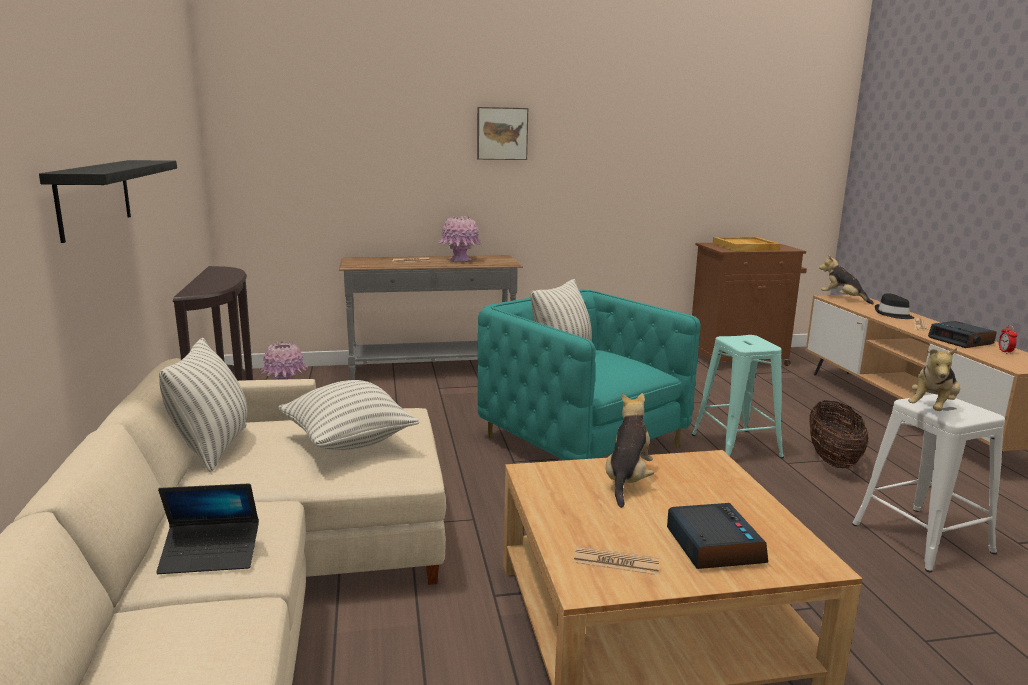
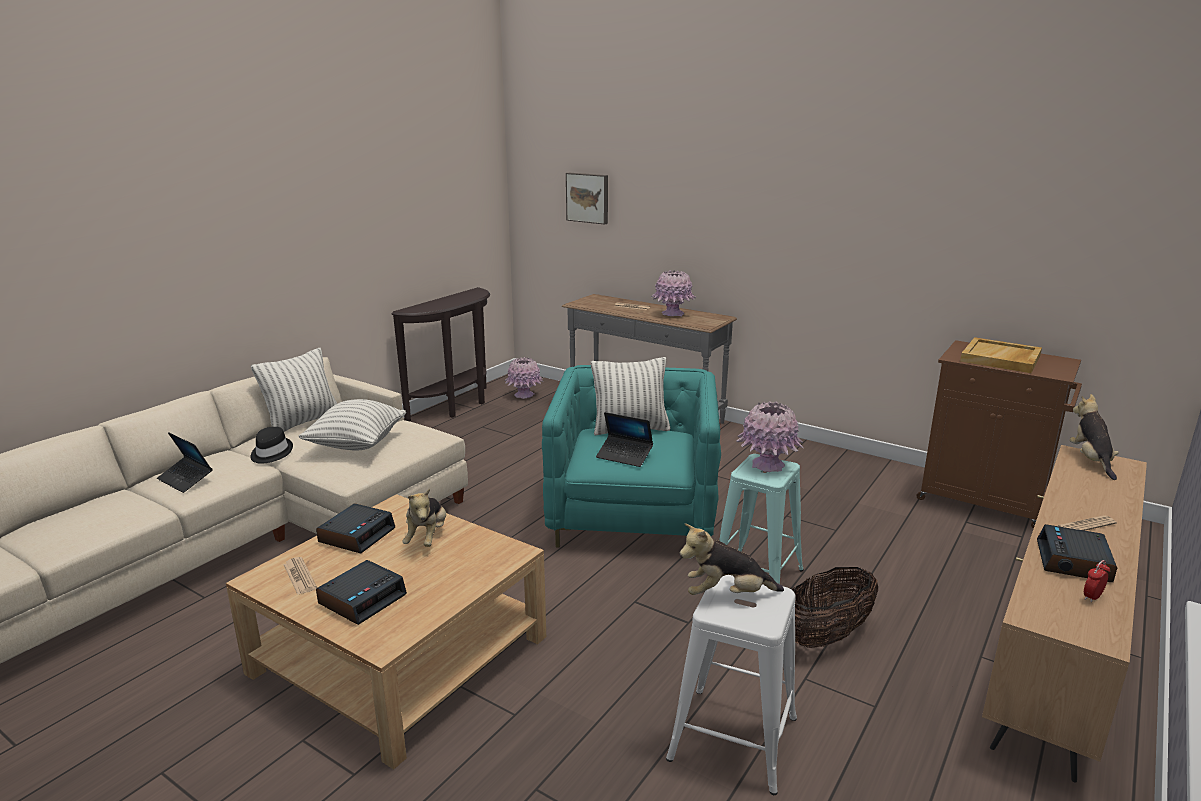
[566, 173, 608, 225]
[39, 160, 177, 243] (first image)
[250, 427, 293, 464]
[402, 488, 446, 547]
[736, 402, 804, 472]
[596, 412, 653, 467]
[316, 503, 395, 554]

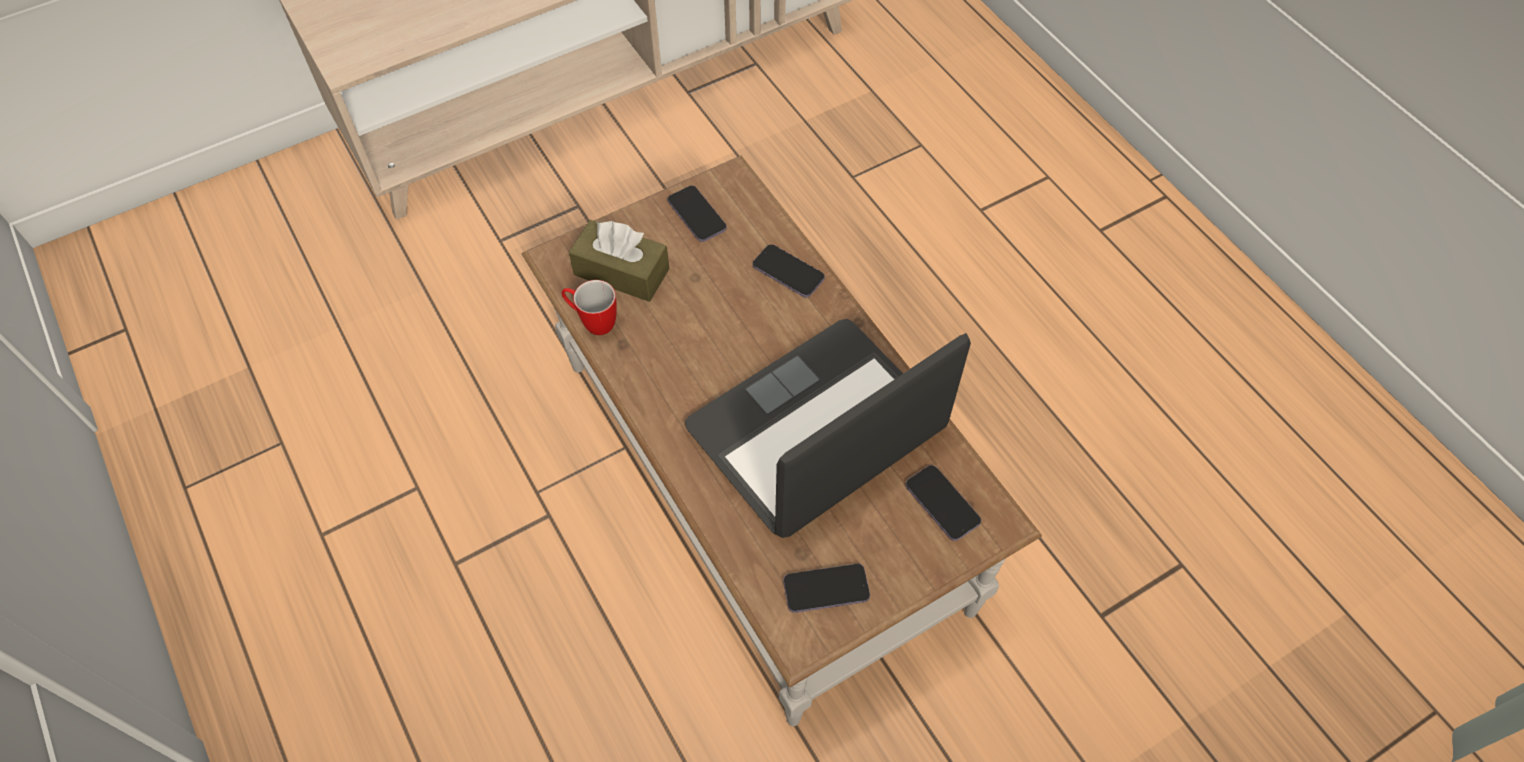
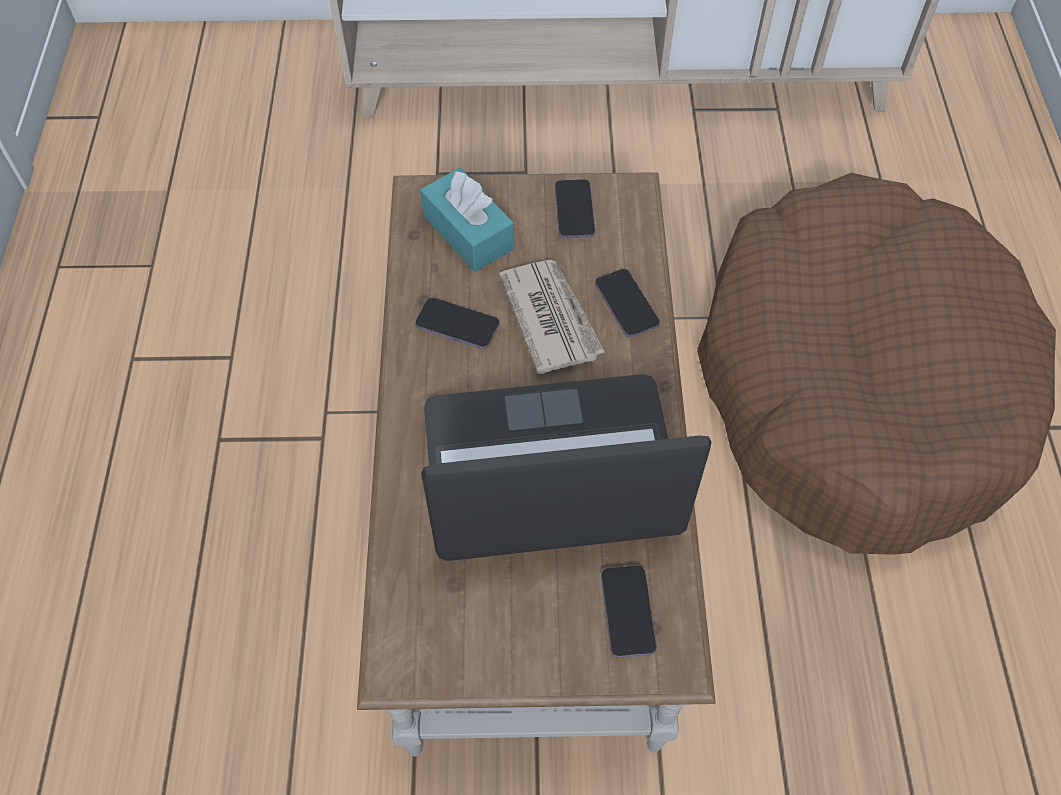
[420, 168, 514, 272]
[562, 280, 617, 335] (first image)
[415, 298, 499, 349]
[697, 173, 1056, 555]
[499, 260, 605, 374]

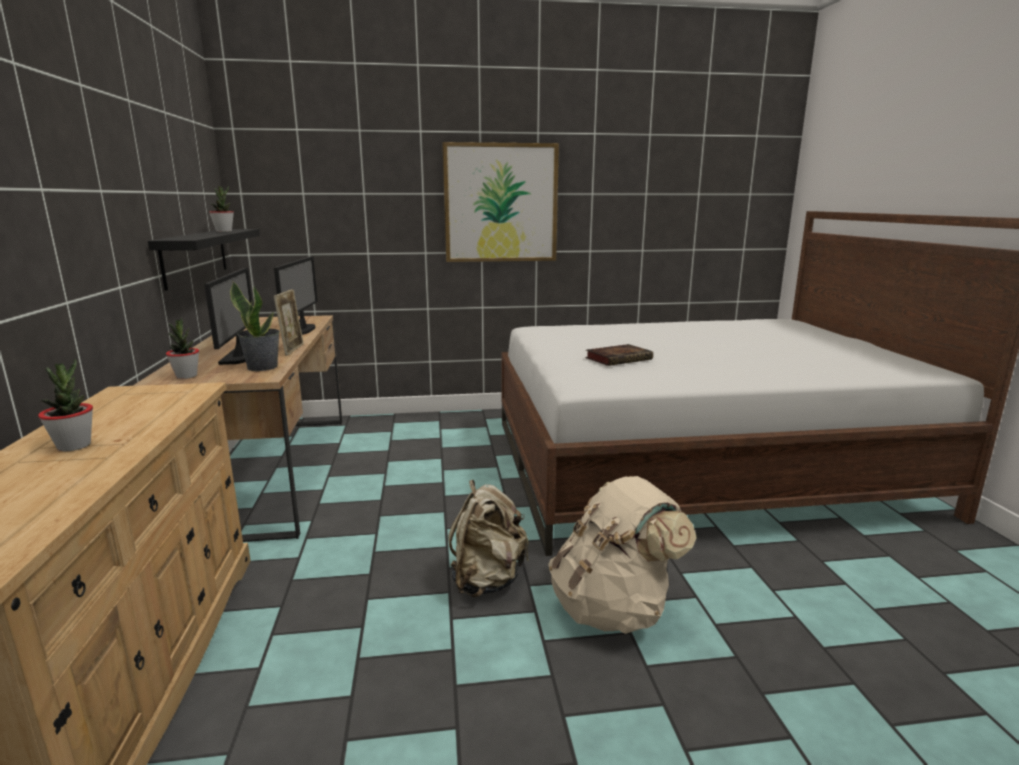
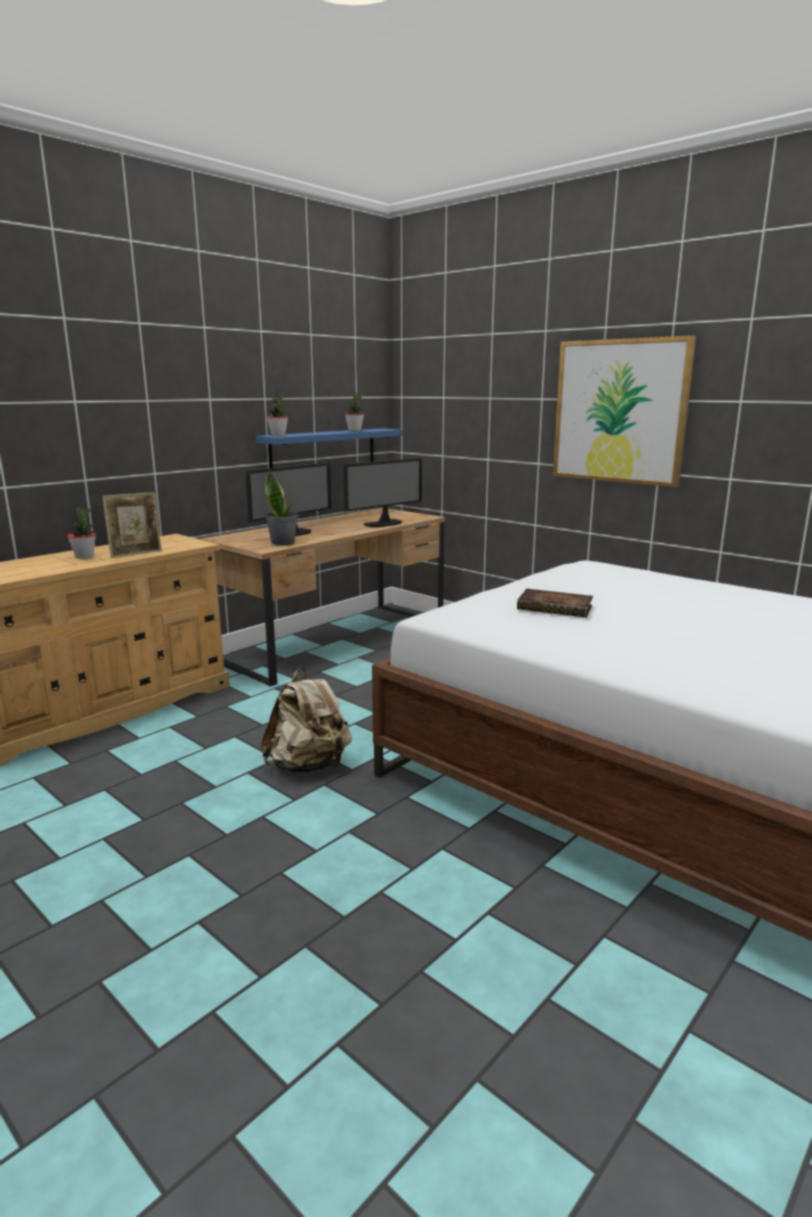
[256, 428, 403, 468]
[103, 492, 162, 558]
[267, 392, 288, 436]
[548, 476, 697, 634] (first image)

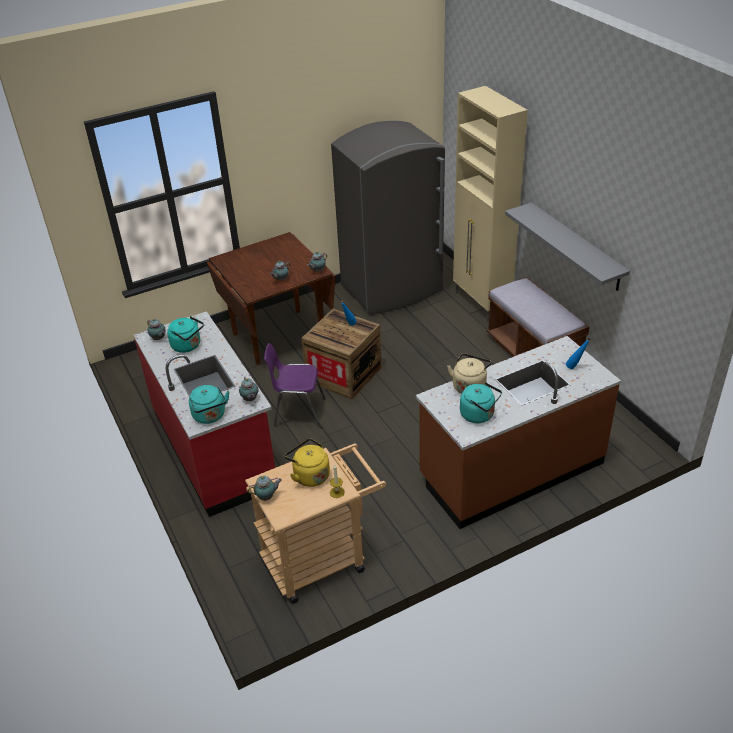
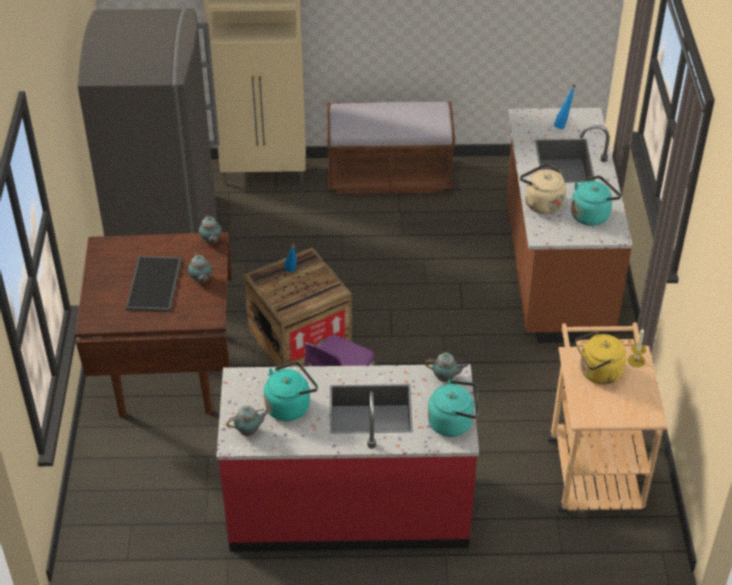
[505, 202, 630, 291] (first image)
[247, 476, 282, 501] (first image)
[126, 256, 182, 312]

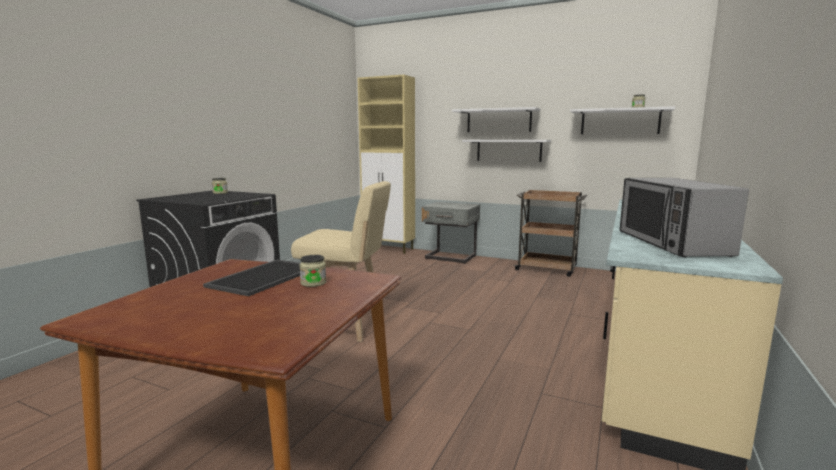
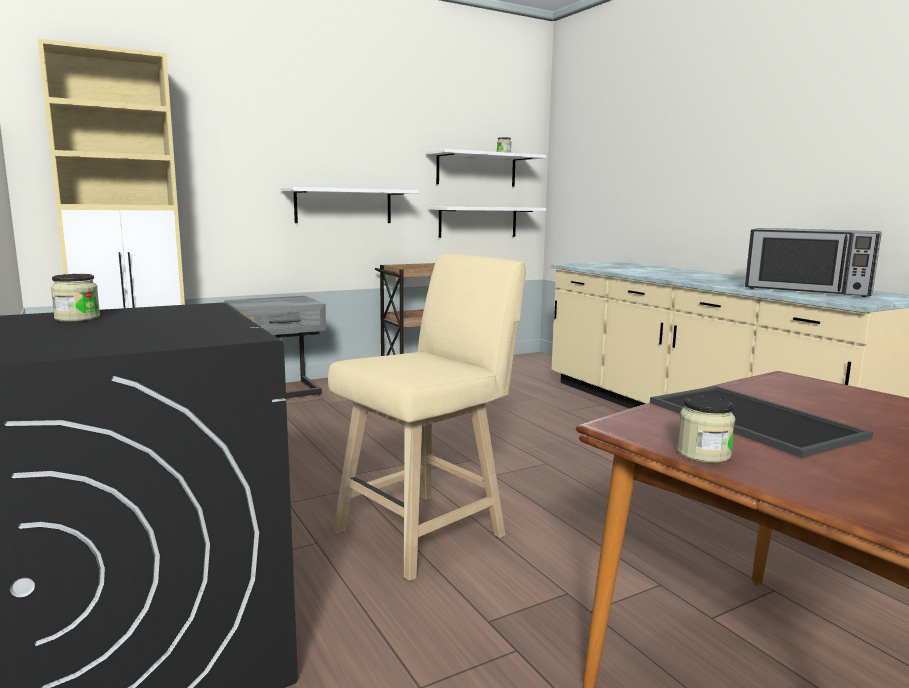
[429, 206, 546, 238]
[677, 395, 736, 463]

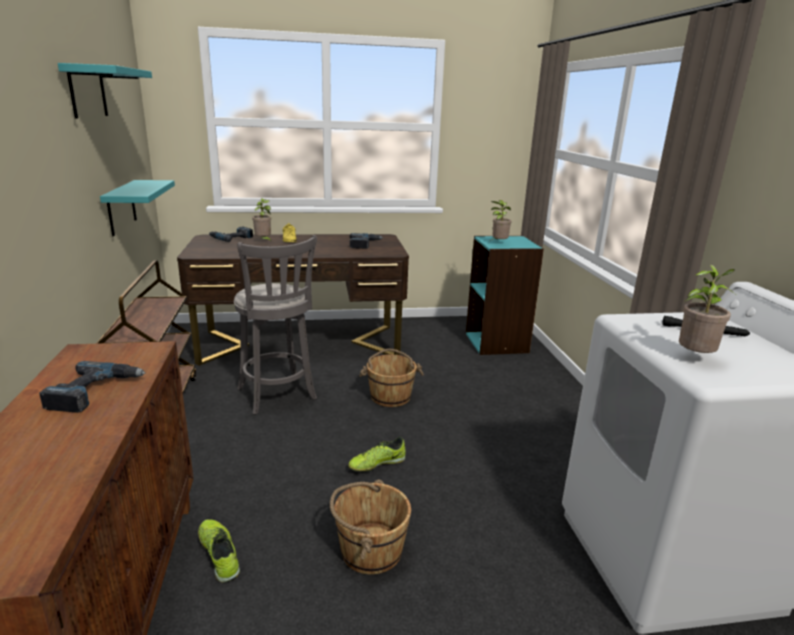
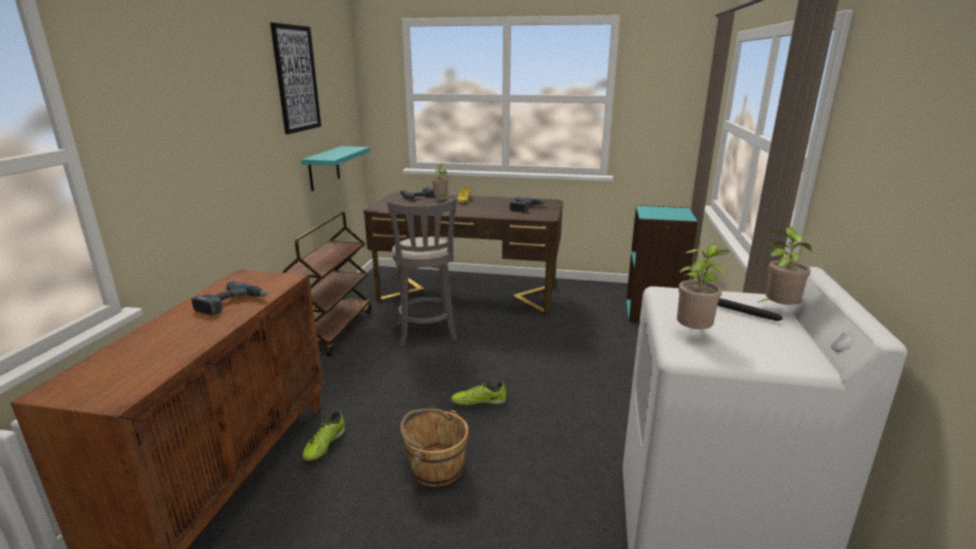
[270, 23, 321, 134]
[759, 227, 812, 305]
[359, 349, 424, 407] (first image)
[302, 411, 345, 461]

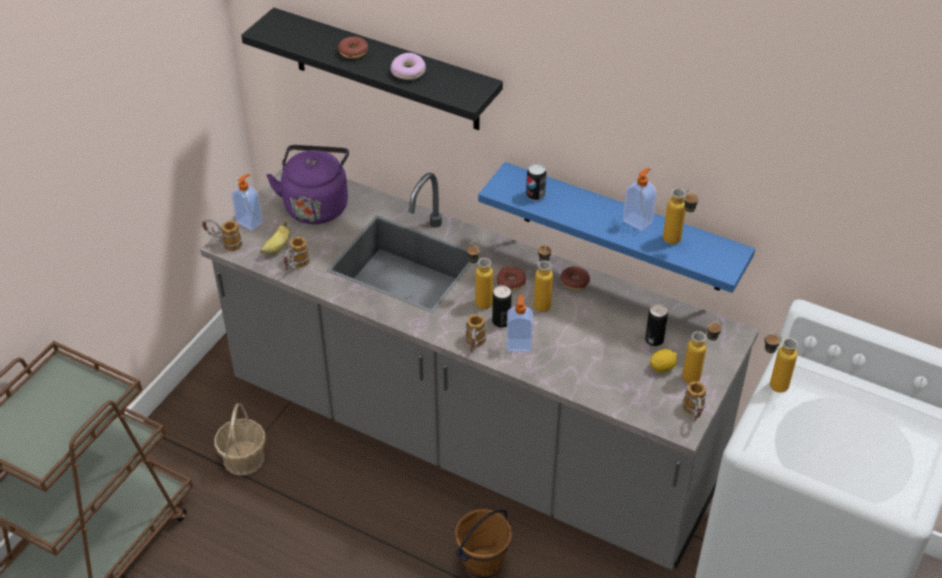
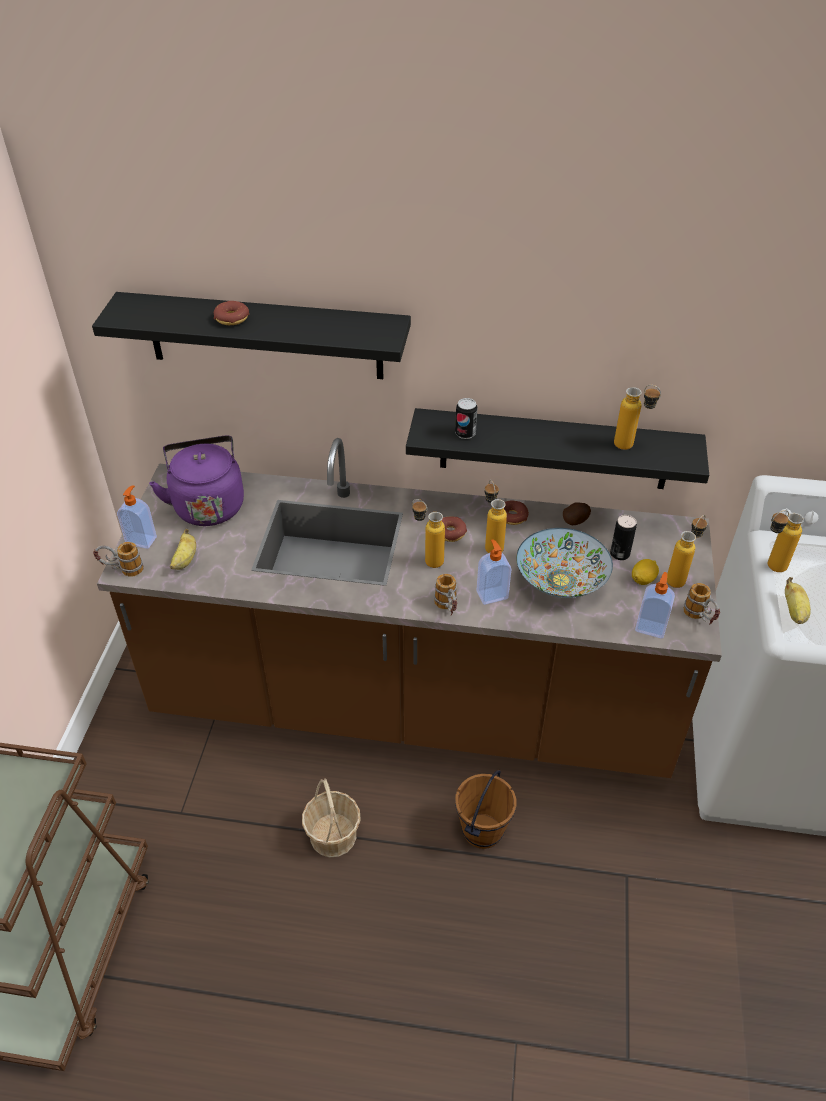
[391, 53, 426, 80] (first image)
[406, 408, 709, 489]
[97, 438, 722, 778]
[635, 572, 675, 638]
[283, 237, 310, 270] (first image)
[492, 285, 512, 328] (first image)
[302, 778, 361, 857]
[563, 502, 591, 525]
[516, 528, 613, 598]
[785, 577, 811, 624]

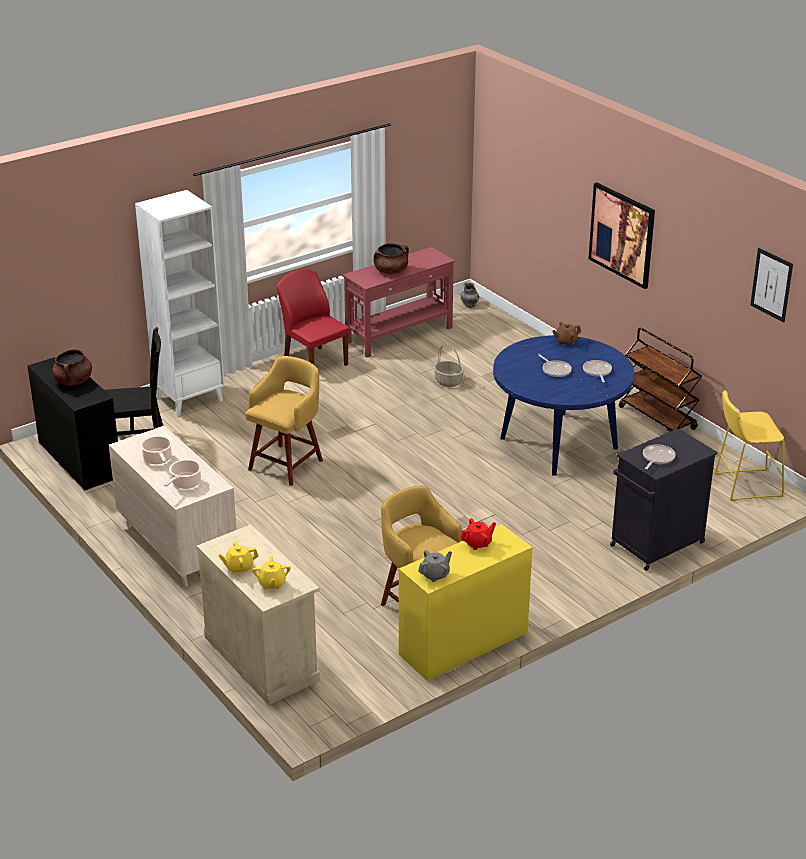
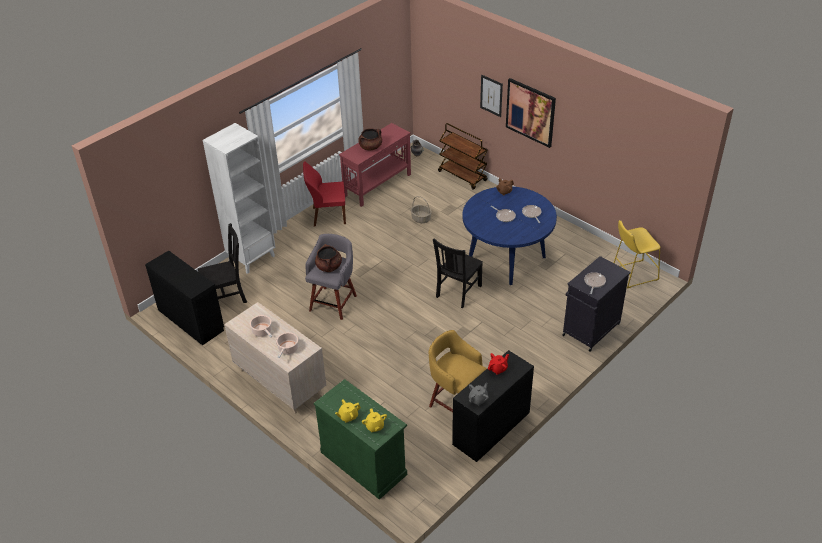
[480, 75, 503, 117]
[303, 161, 346, 227]
[438, 123, 488, 190]
[315, 244, 342, 272]
[305, 234, 357, 320]
[314, 379, 407, 500]
[452, 350, 534, 462]
[433, 238, 483, 308]

